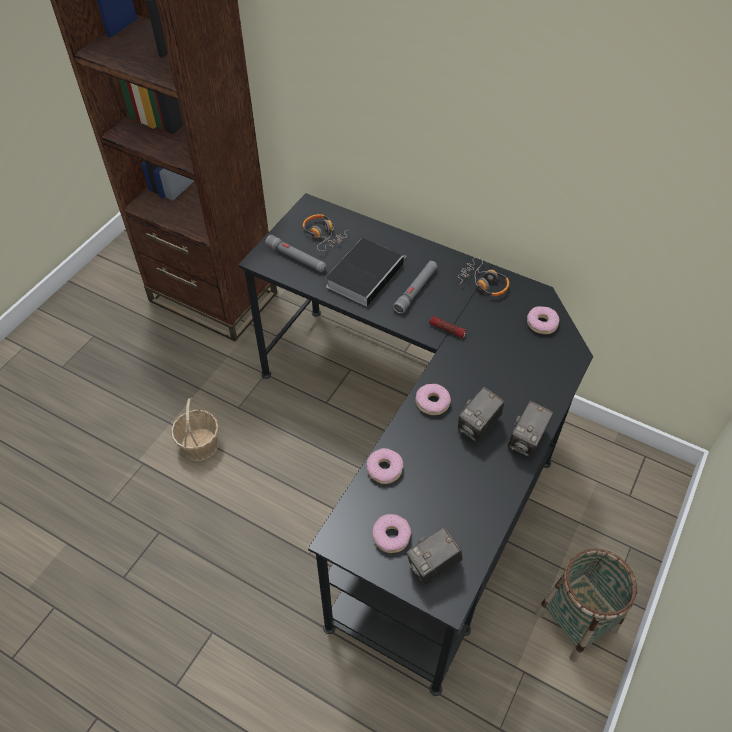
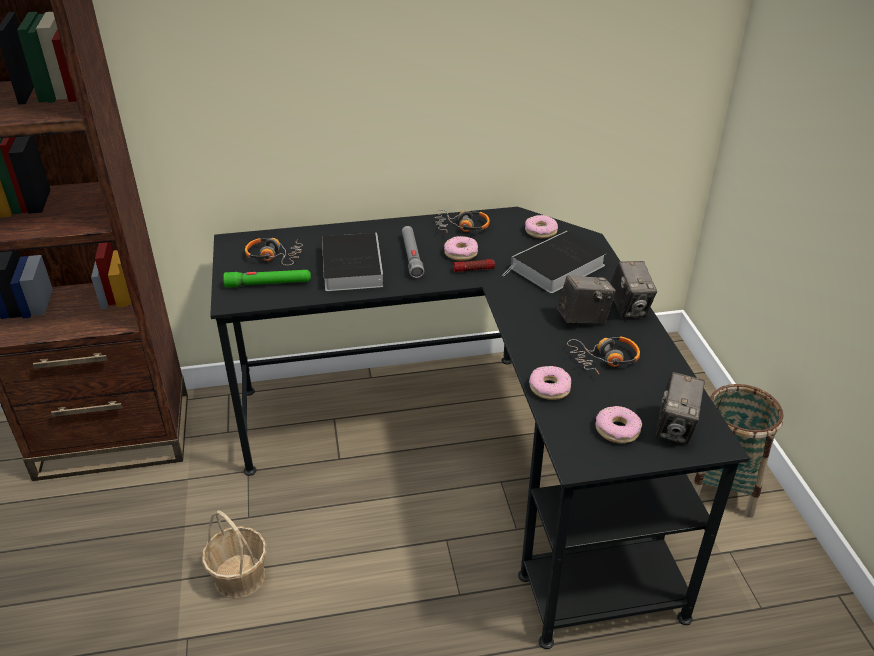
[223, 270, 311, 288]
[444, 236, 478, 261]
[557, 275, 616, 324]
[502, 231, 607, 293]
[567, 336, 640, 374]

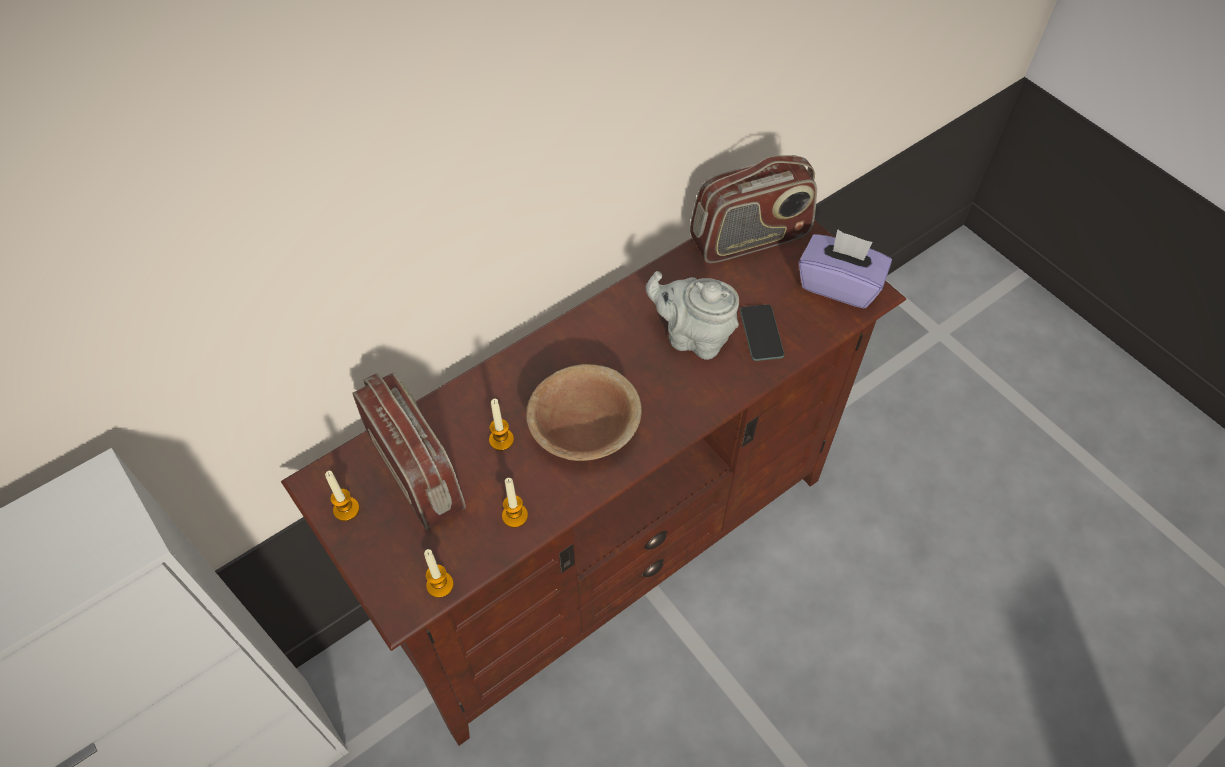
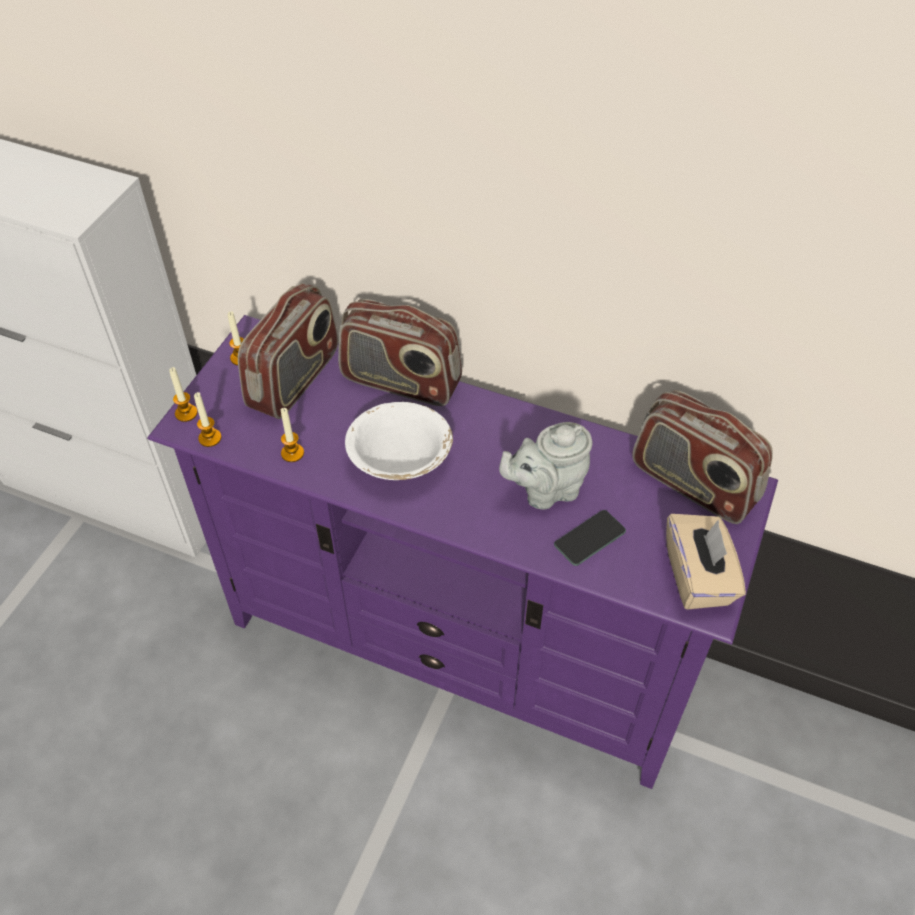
[147, 315, 778, 789]
[666, 514, 746, 609]
[499, 422, 592, 510]
[345, 402, 453, 480]
[169, 367, 198, 422]
[338, 299, 462, 406]

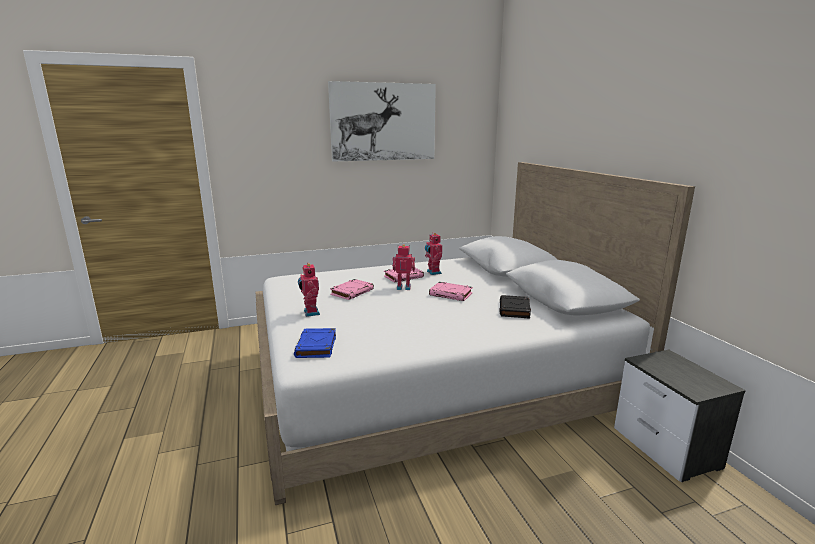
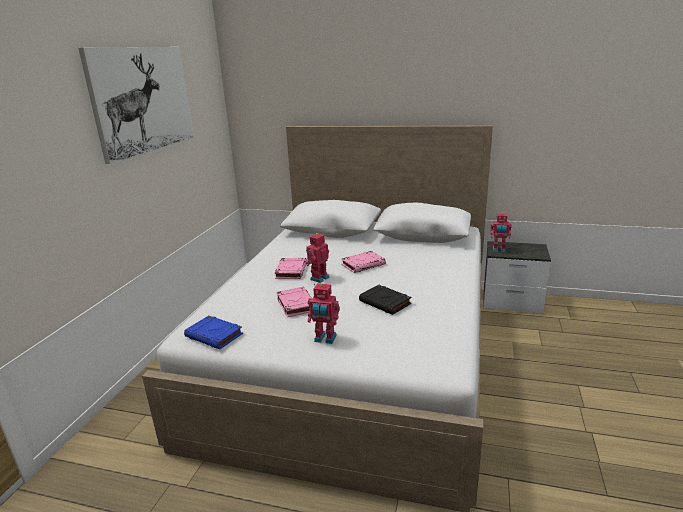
[490, 212, 512, 252]
[359, 285, 411, 315]
[184, 316, 243, 349]

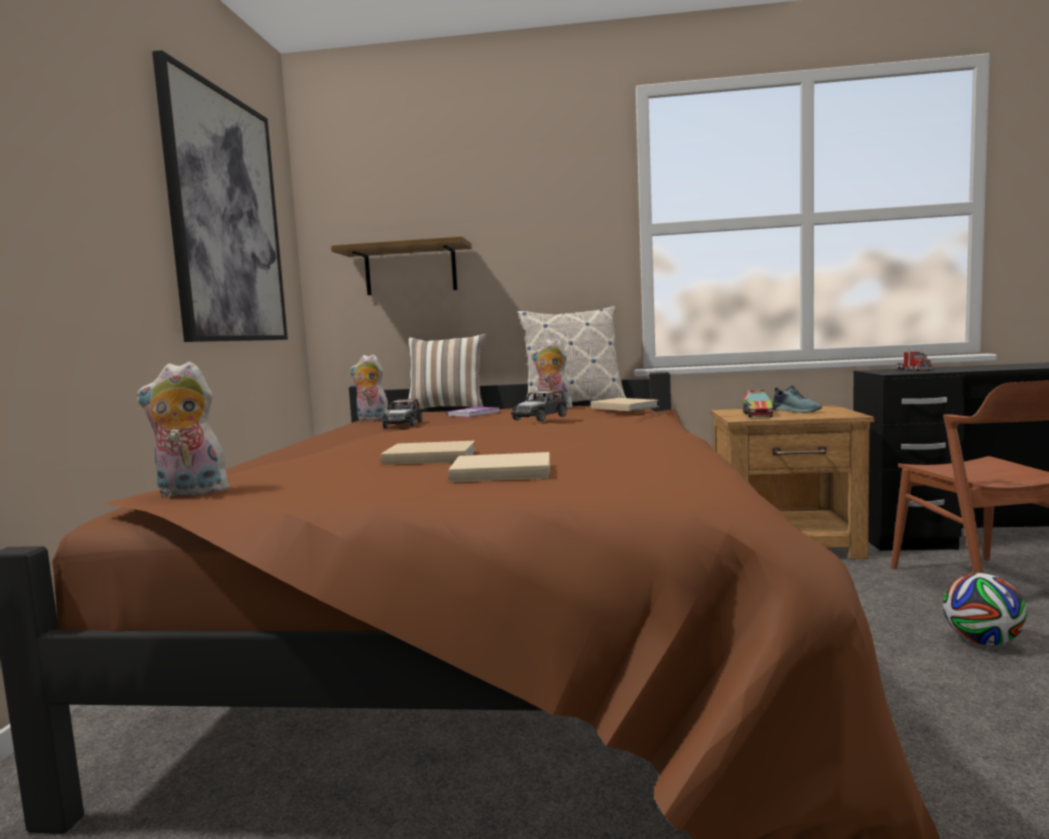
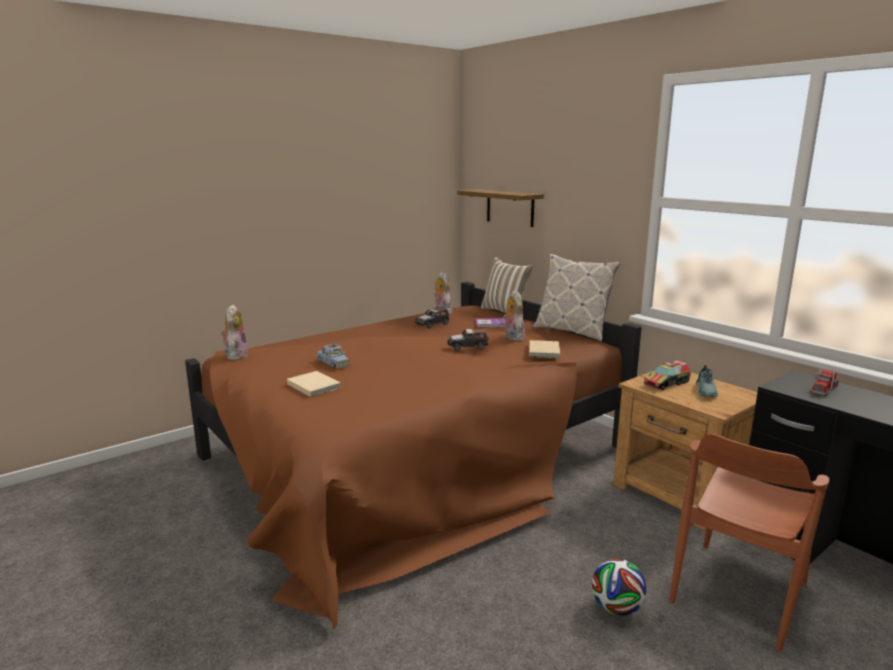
[152, 50, 288, 342] (first image)
[221, 304, 248, 360]
[316, 344, 350, 368]

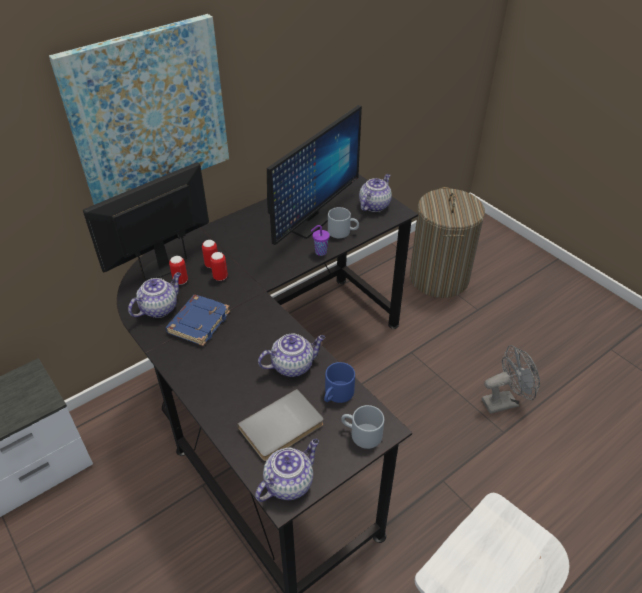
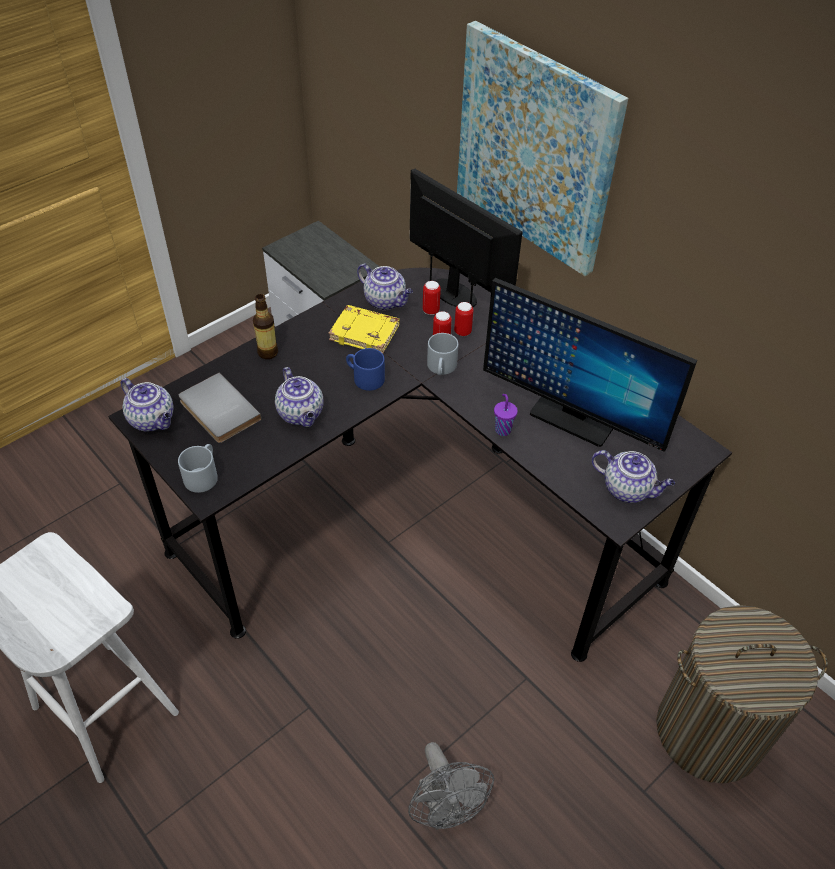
[427, 333, 458, 375]
[328, 305, 400, 354]
[346, 348, 385, 391]
[253, 294, 278, 359]

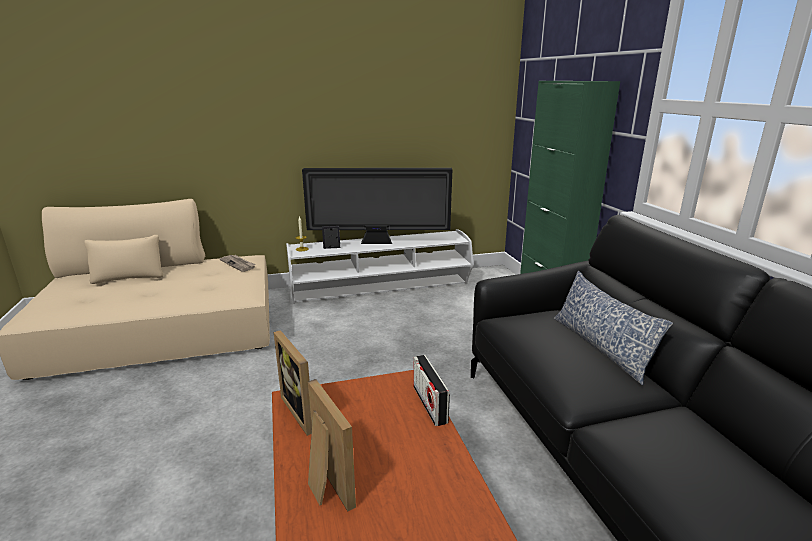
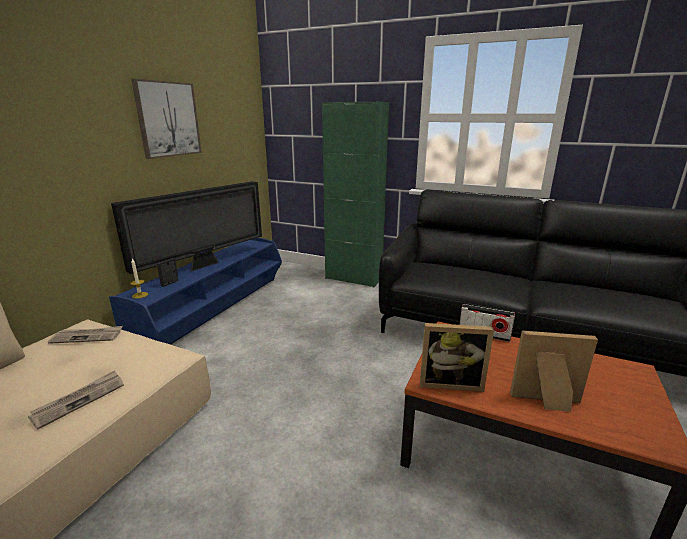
[109, 238, 282, 345]
[554, 271, 673, 385] (first image)
[131, 79, 202, 159]
[28, 370, 124, 429]

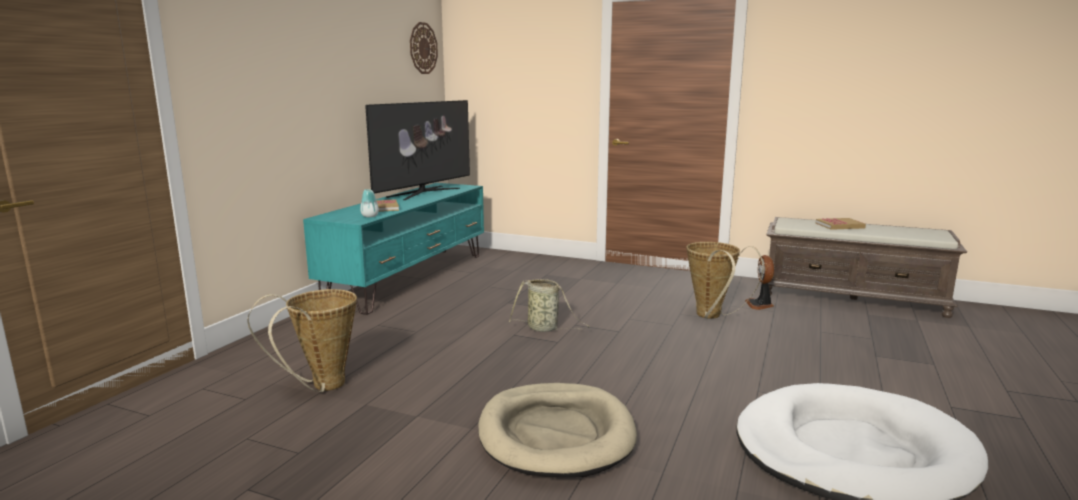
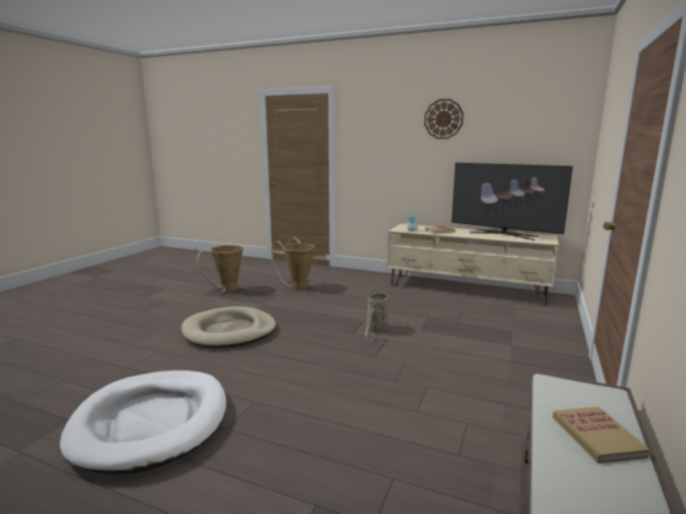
[424, 99, 464, 139]
[387, 224, 559, 306]
[193, 244, 243, 292]
[745, 255, 774, 310] (first image)

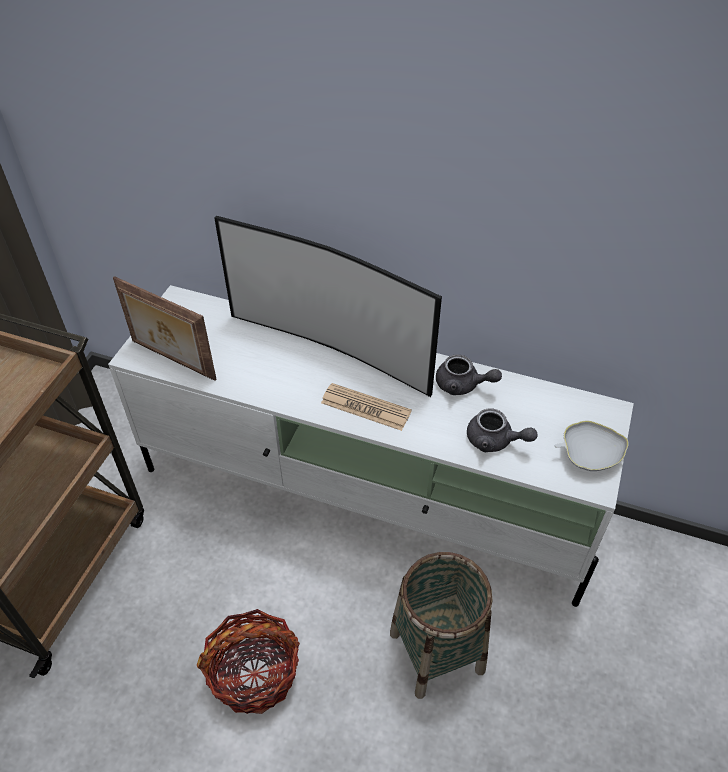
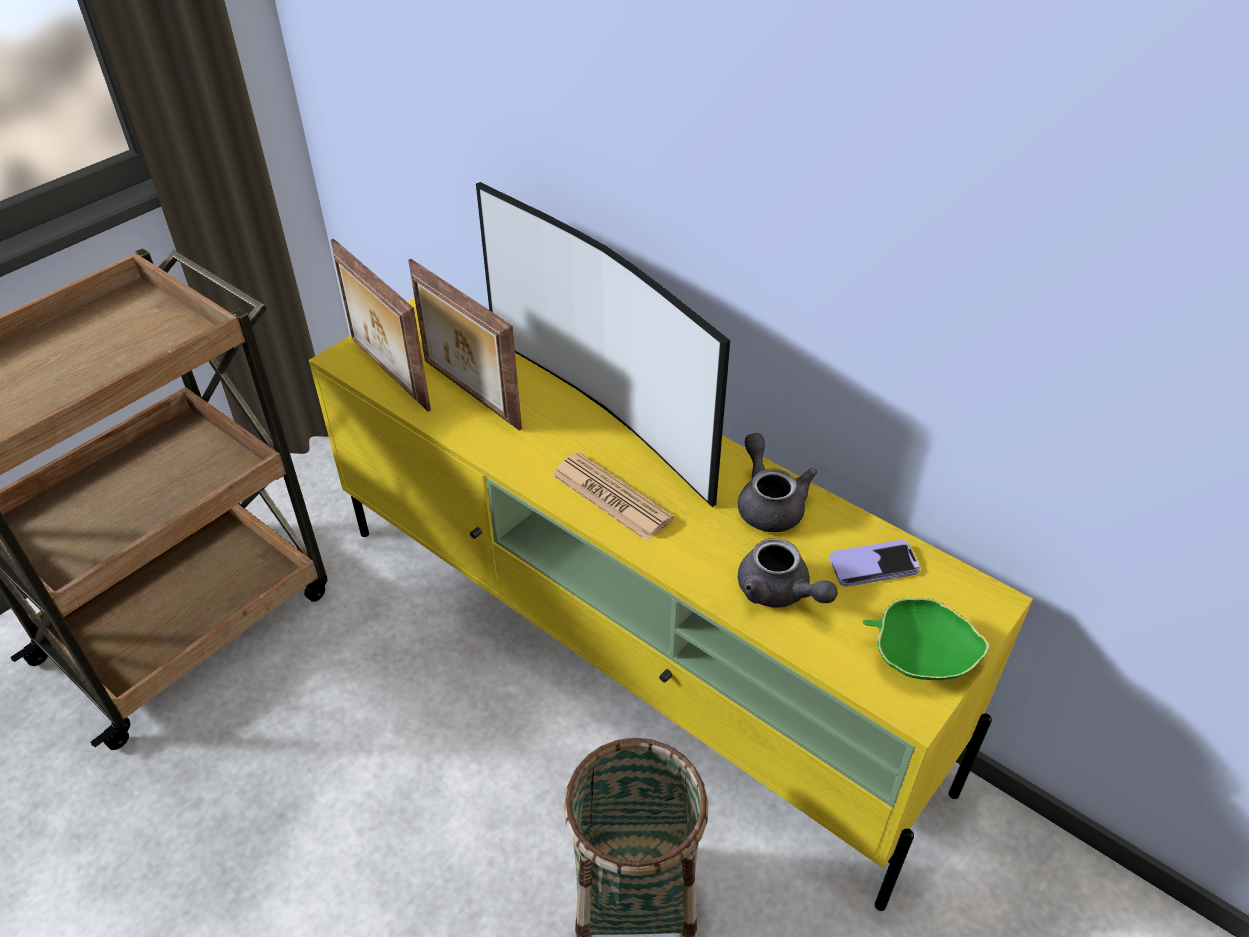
[309, 298, 1033, 911]
[738, 433, 817, 532]
[863, 597, 989, 680]
[197, 609, 300, 714] (first image)
[408, 259, 522, 431]
[829, 540, 920, 587]

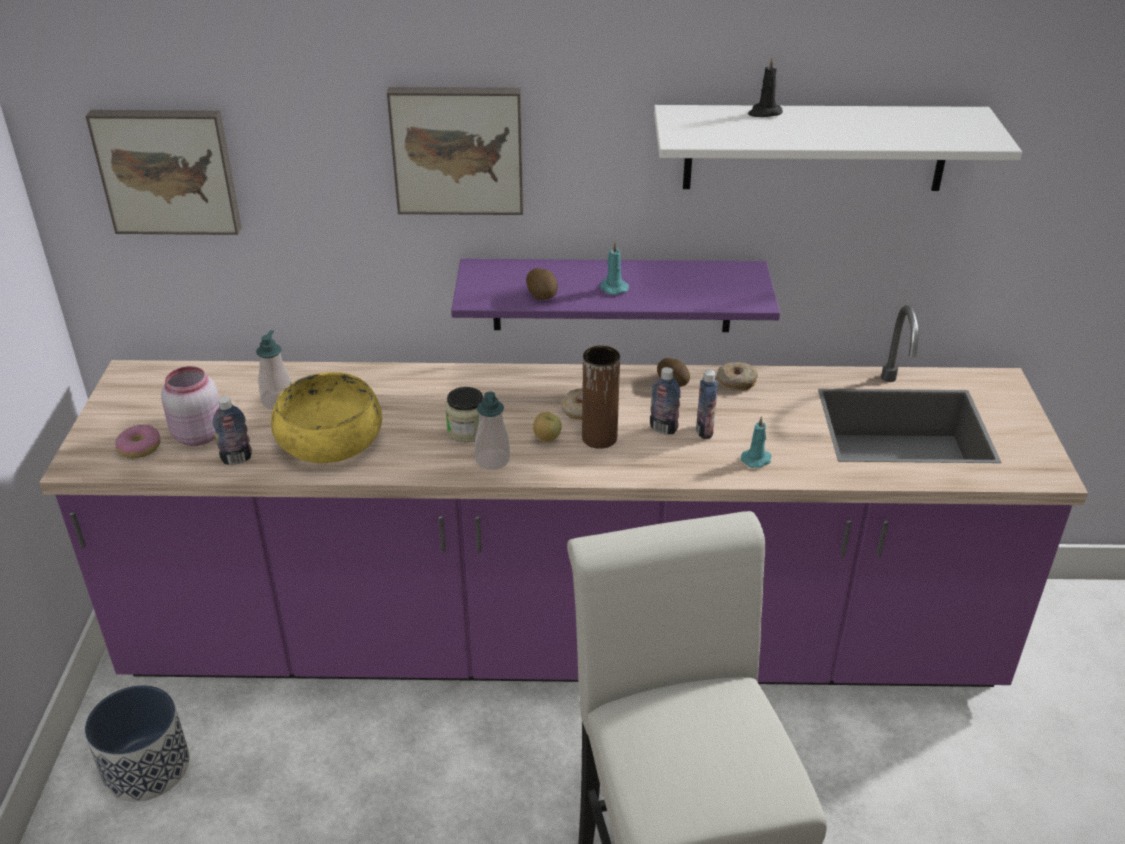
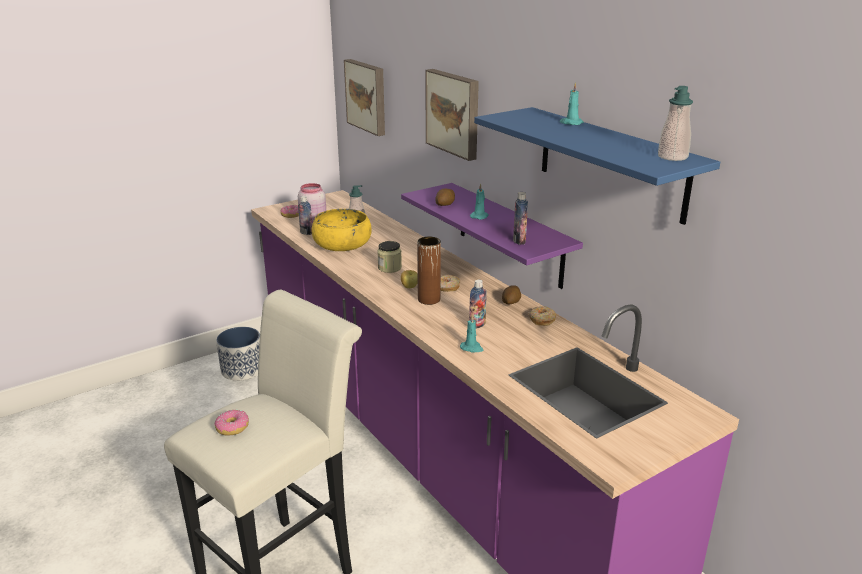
[560, 82, 584, 125]
[474, 107, 720, 225]
[513, 192, 528, 245]
[658, 86, 693, 161]
[214, 410, 249, 435]

